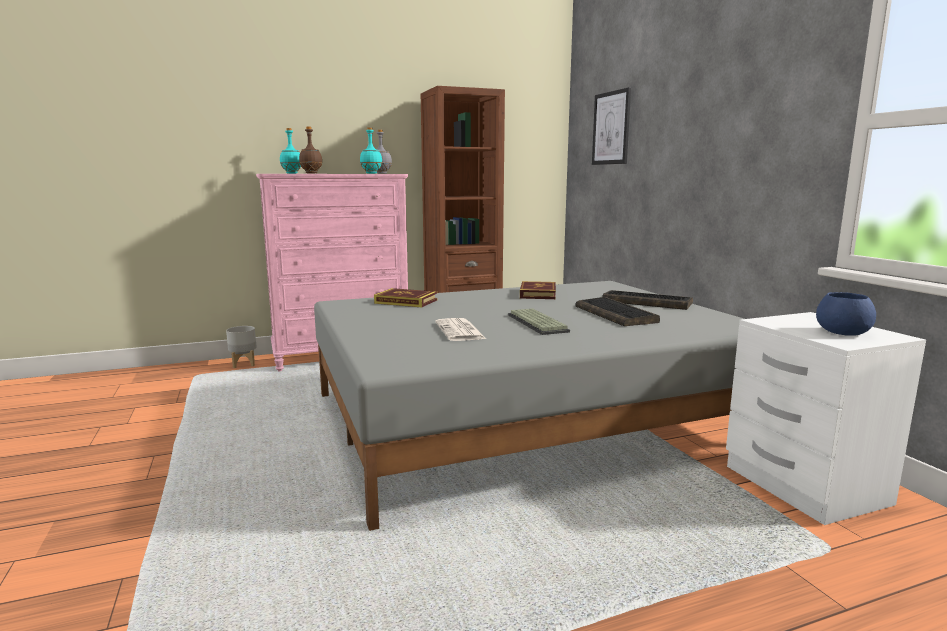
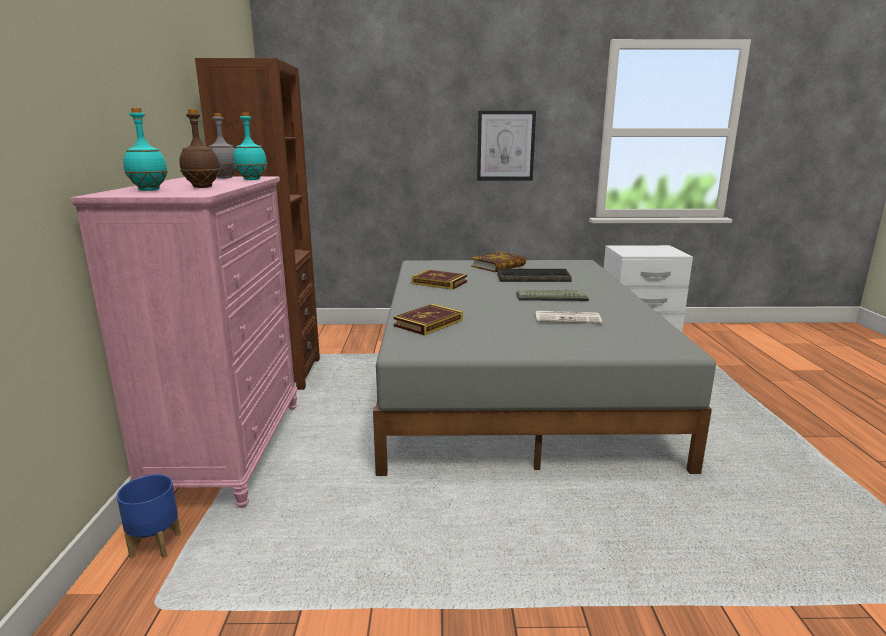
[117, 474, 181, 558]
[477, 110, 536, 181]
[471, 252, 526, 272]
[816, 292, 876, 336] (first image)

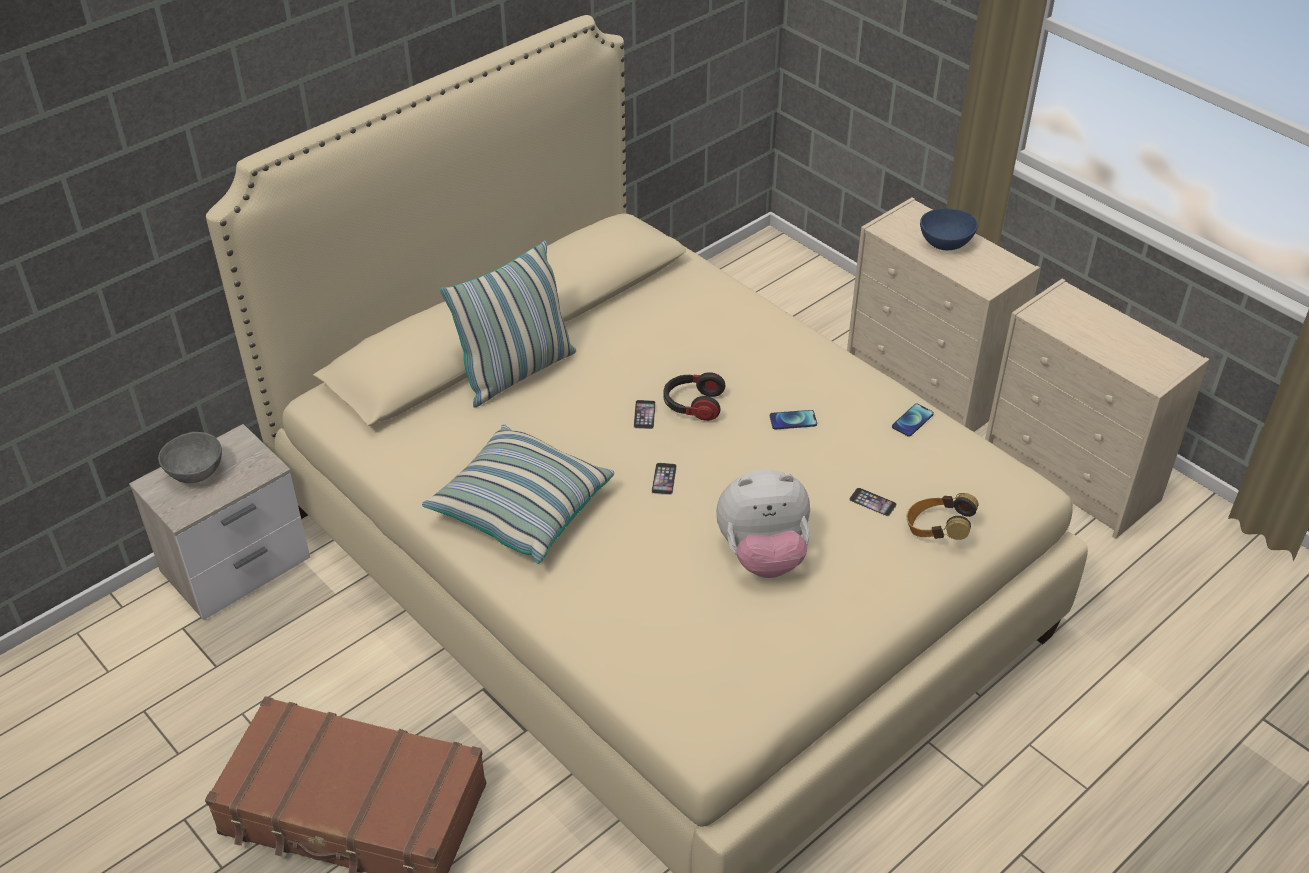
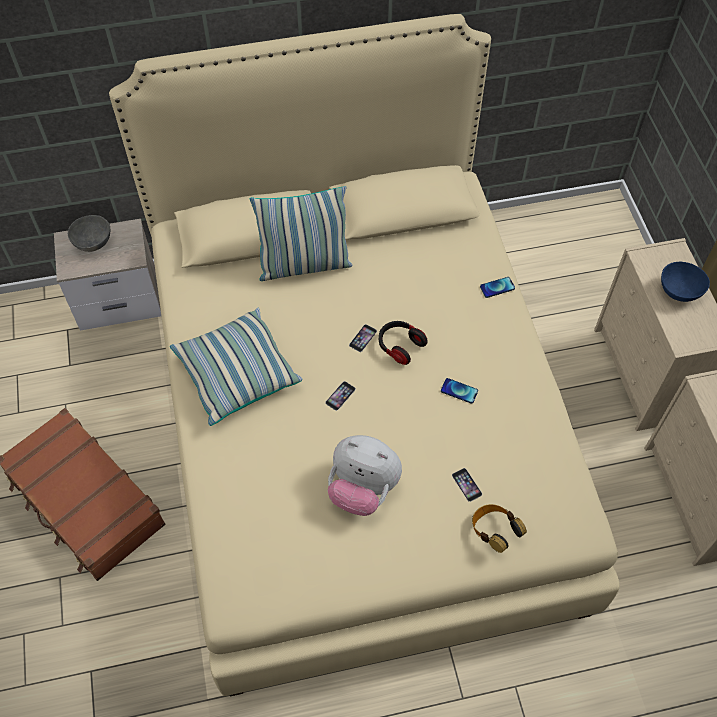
[480, 277, 515, 298]

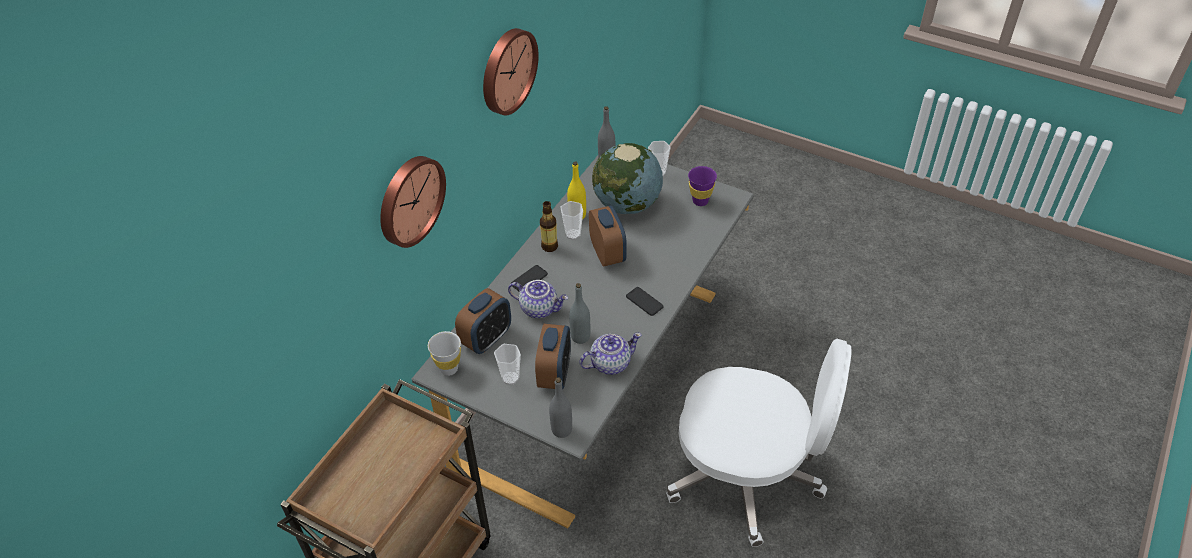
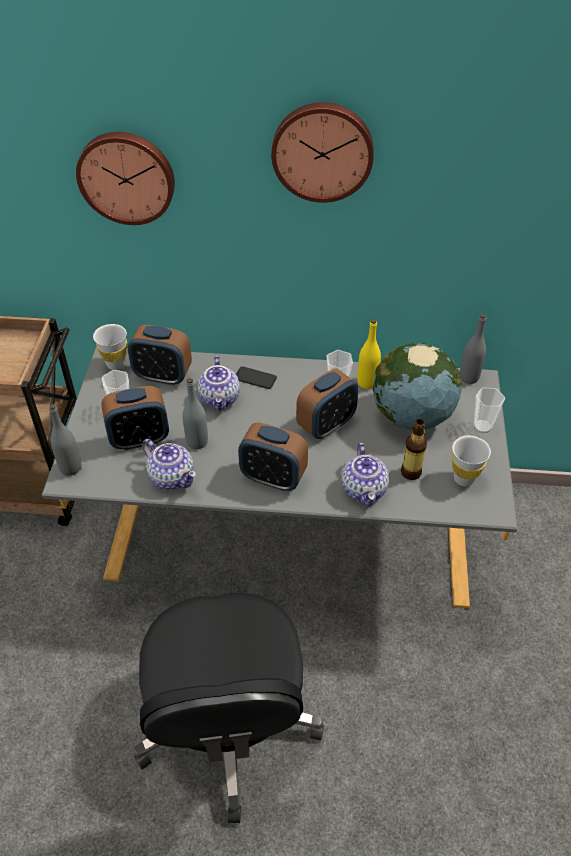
[401, 419, 427, 480]
[238, 422, 308, 491]
[134, 593, 324, 823]
[452, 436, 491, 486]
[342, 443, 389, 507]

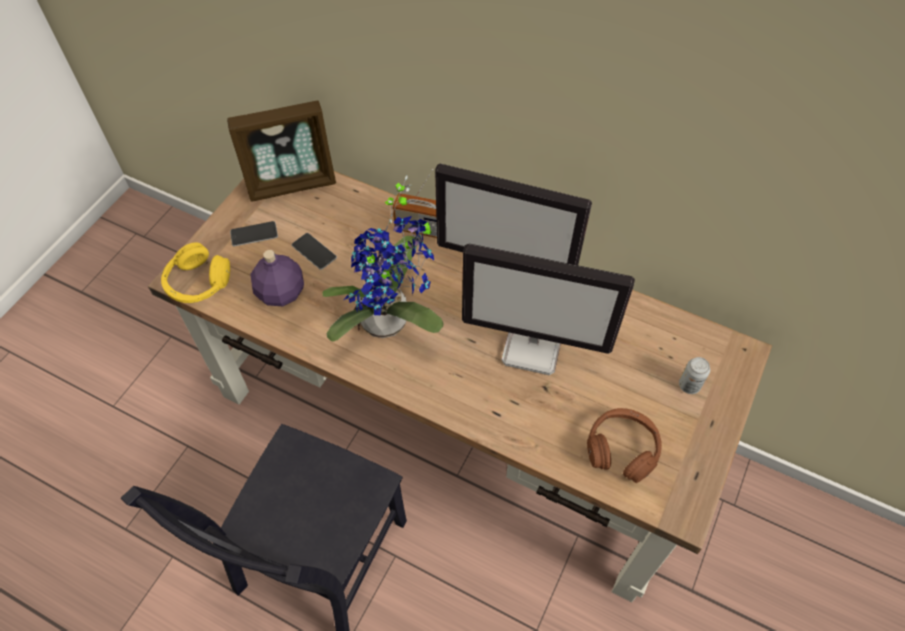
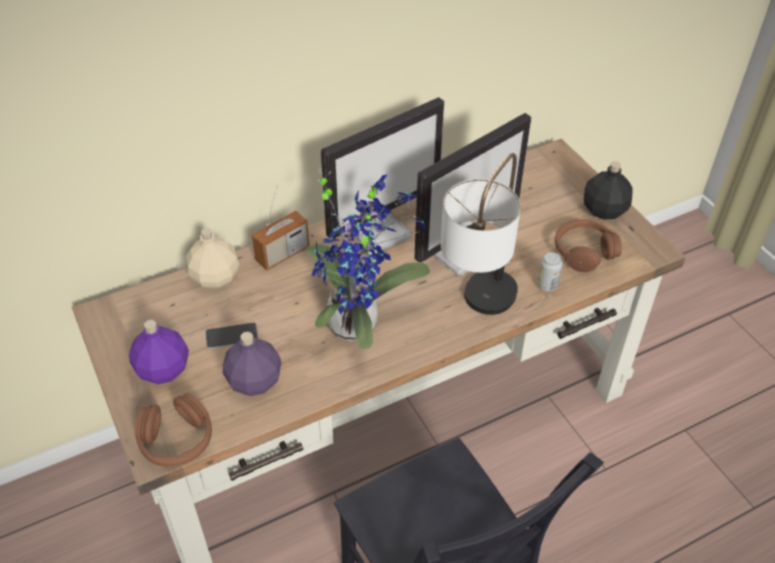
[135, 393, 212, 467]
[227, 101, 336, 202] (first image)
[129, 320, 189, 384]
[537, 252, 563, 291]
[186, 228, 239, 289]
[440, 153, 521, 315]
[584, 161, 633, 220]

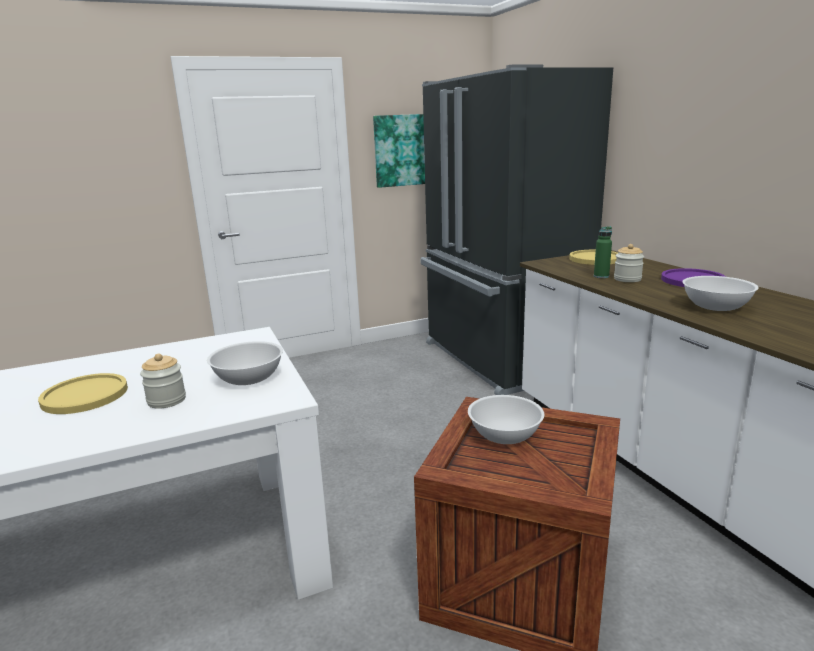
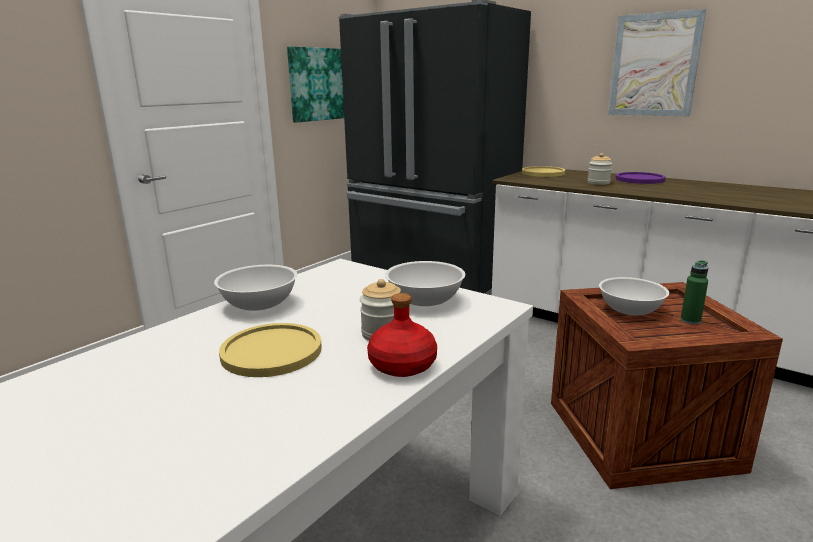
[681, 260, 708, 324]
[214, 265, 297, 311]
[367, 293, 437, 377]
[608, 9, 706, 116]

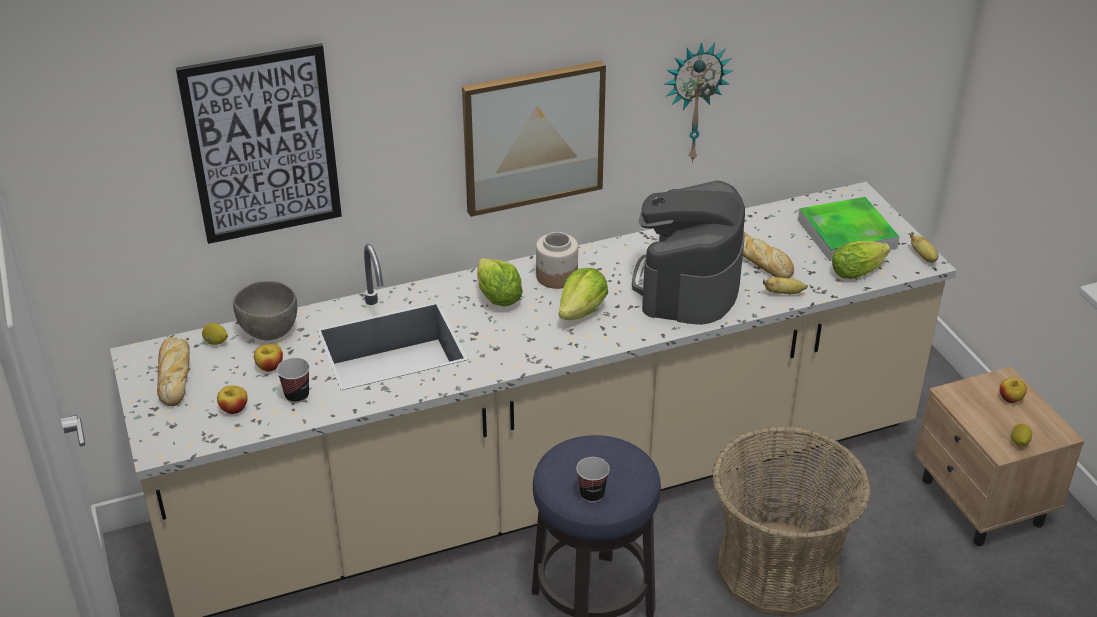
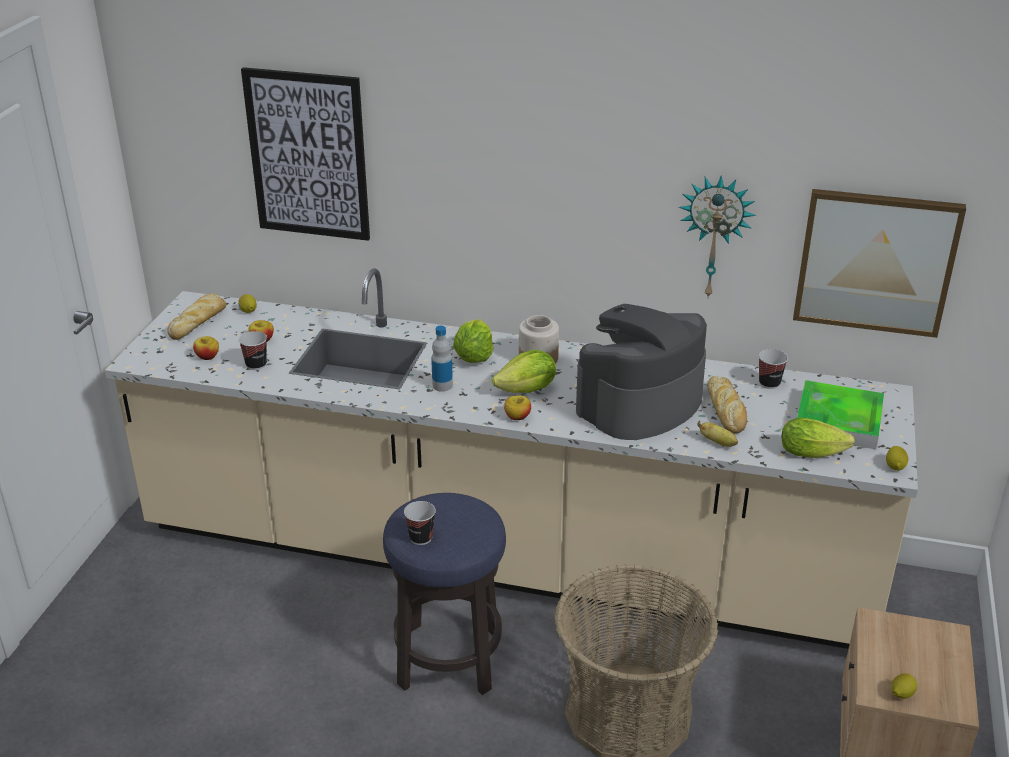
[233, 281, 297, 341] (first image)
[793, 189, 966, 338]
[886, 446, 908, 471]
[504, 395, 531, 420]
[431, 326, 453, 392]
[759, 349, 788, 389]

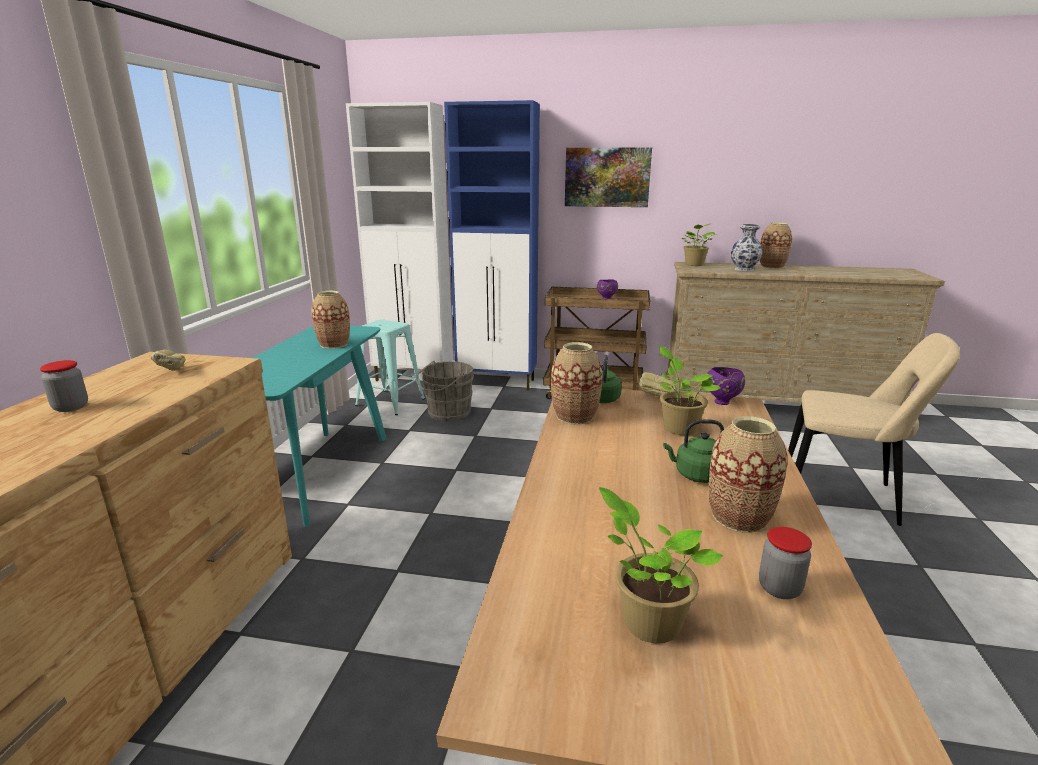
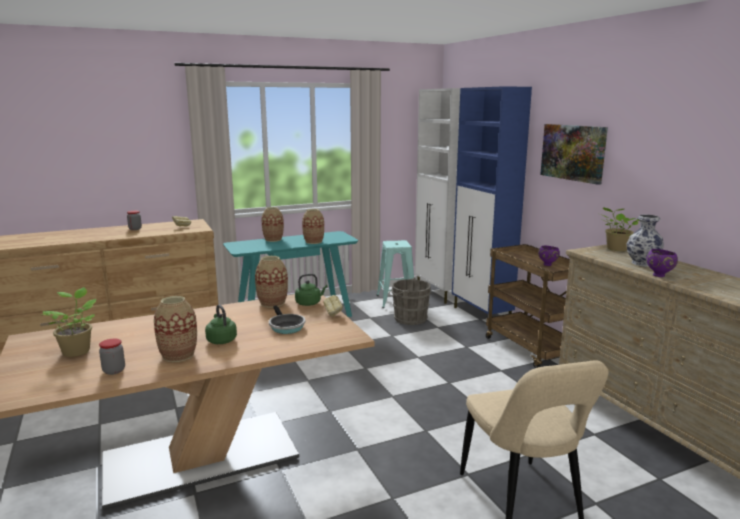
[269, 305, 305, 334]
[646, 249, 678, 277]
[262, 207, 284, 242]

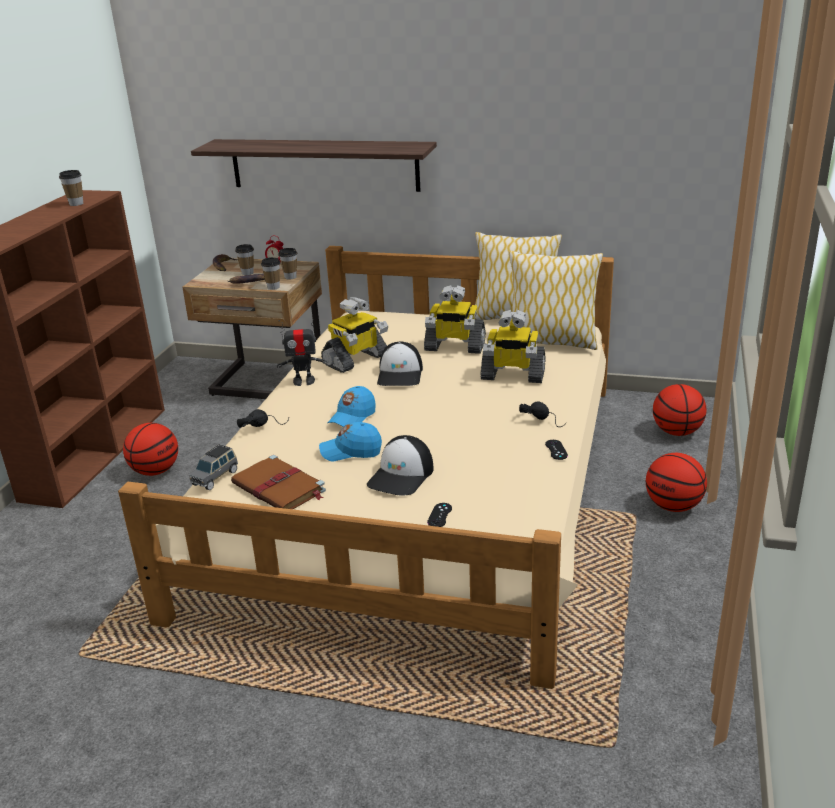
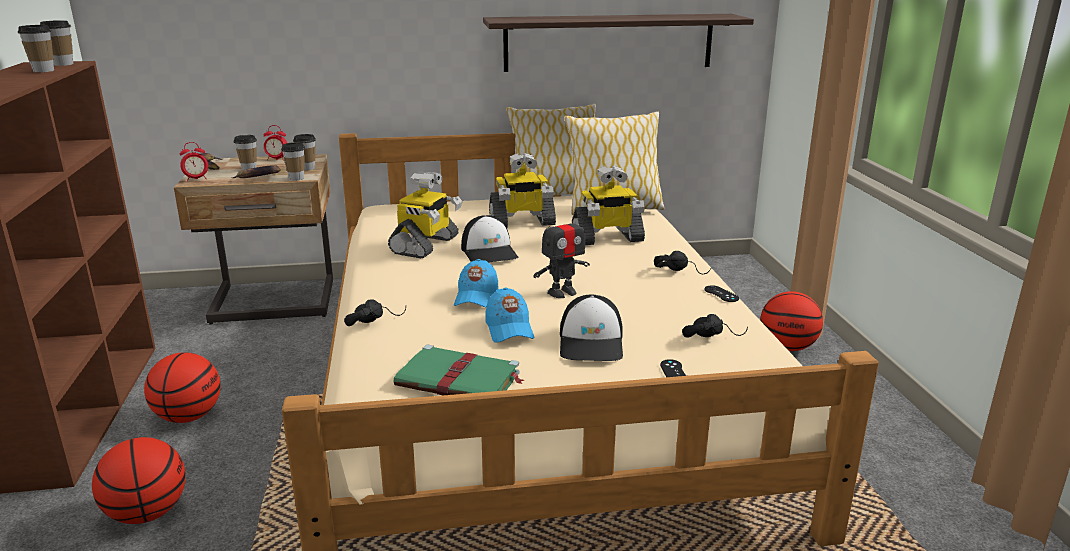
[190, 444, 238, 490] (first image)
[483, 14, 754, 72]
[393, 344, 524, 395]
[533, 209, 590, 298]
[485, 287, 534, 343]
[92, 437, 186, 524]
[40, 20, 73, 66]
[179, 142, 208, 181]
[682, 314, 748, 338]

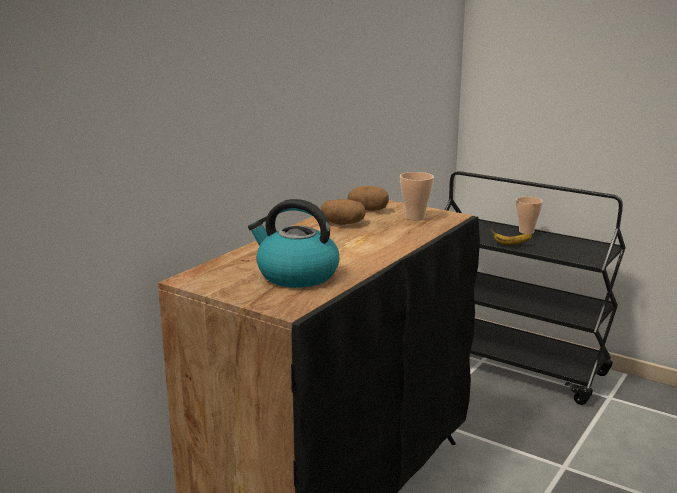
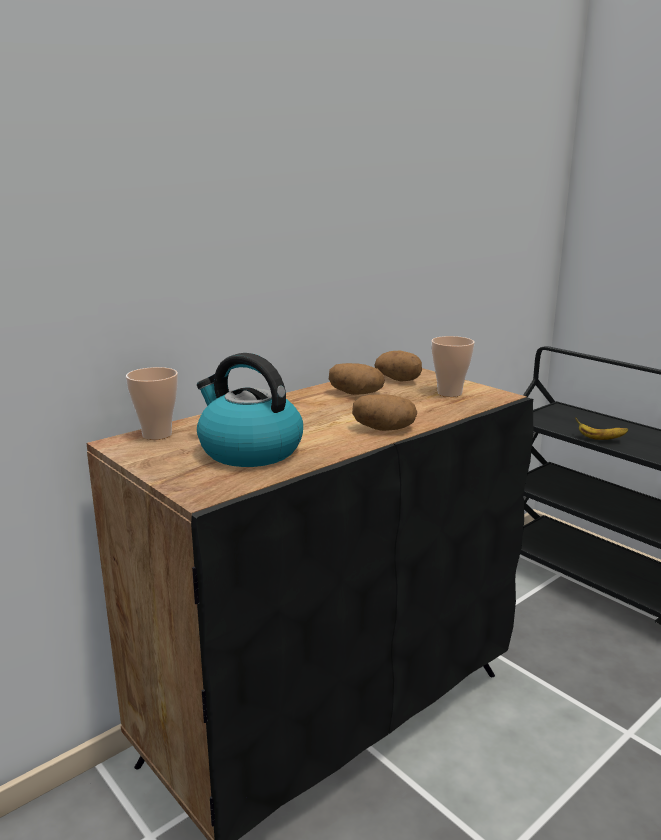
[126, 367, 178, 440]
[352, 394, 417, 431]

